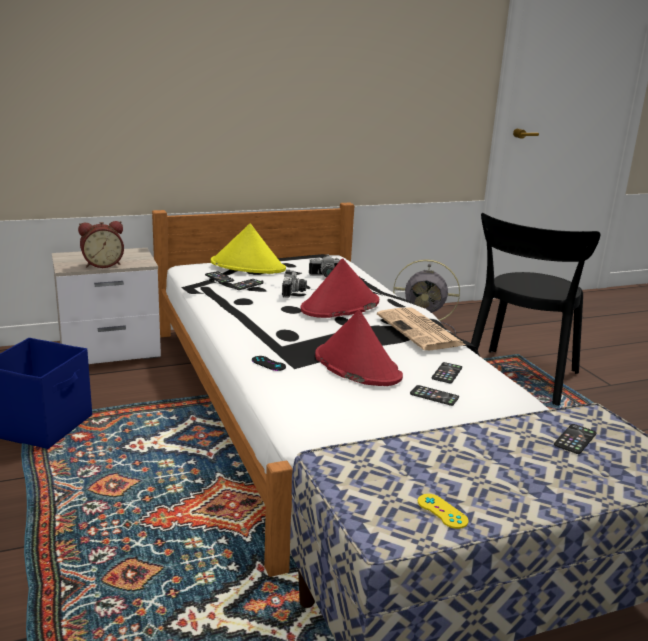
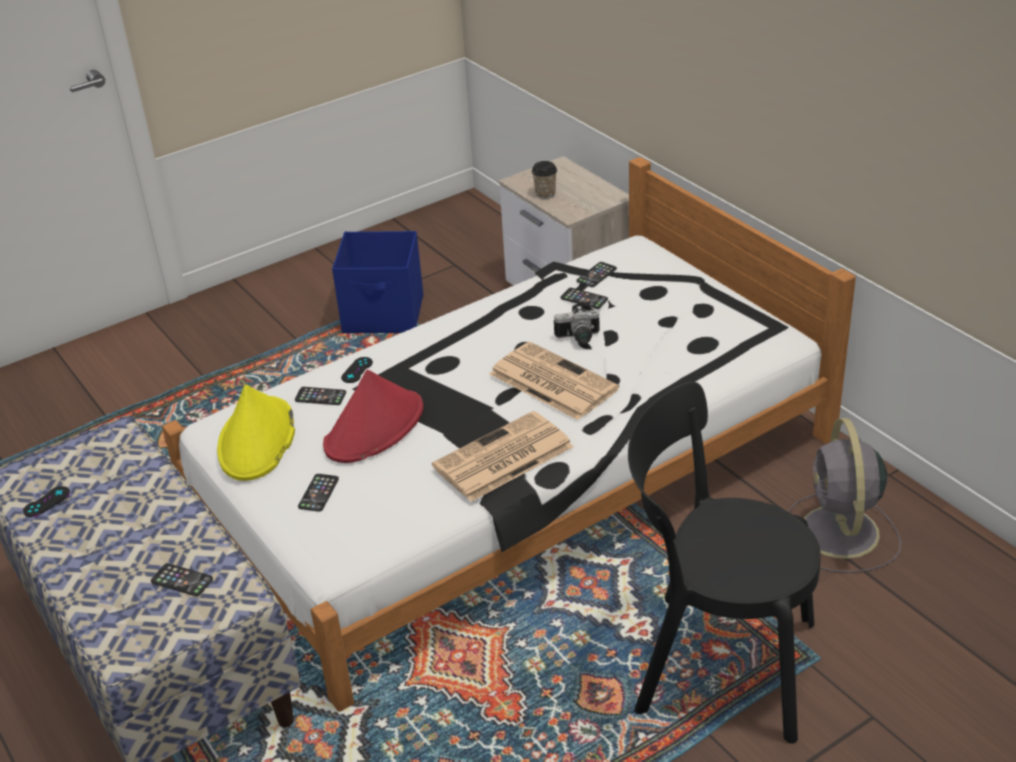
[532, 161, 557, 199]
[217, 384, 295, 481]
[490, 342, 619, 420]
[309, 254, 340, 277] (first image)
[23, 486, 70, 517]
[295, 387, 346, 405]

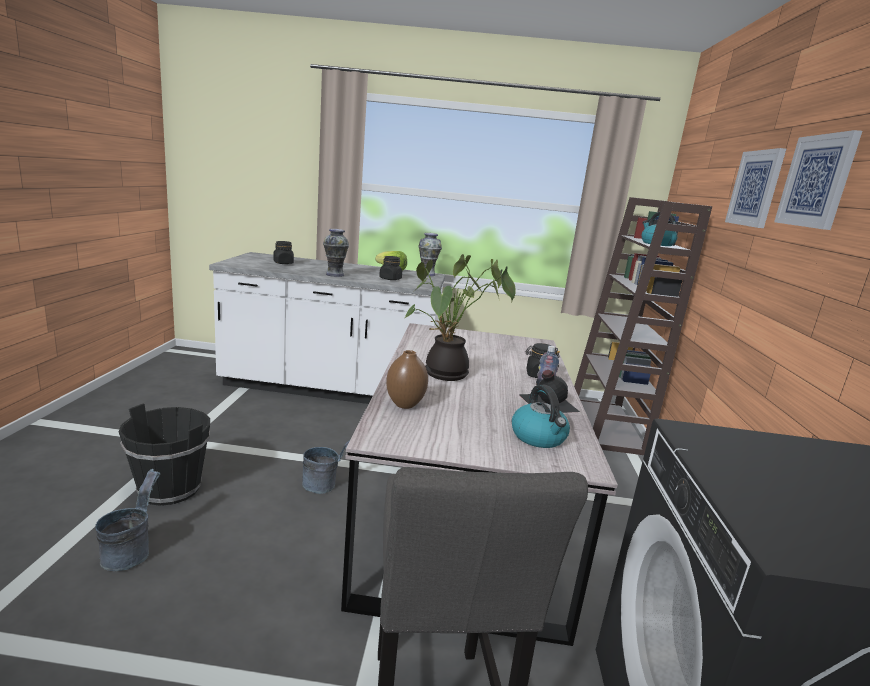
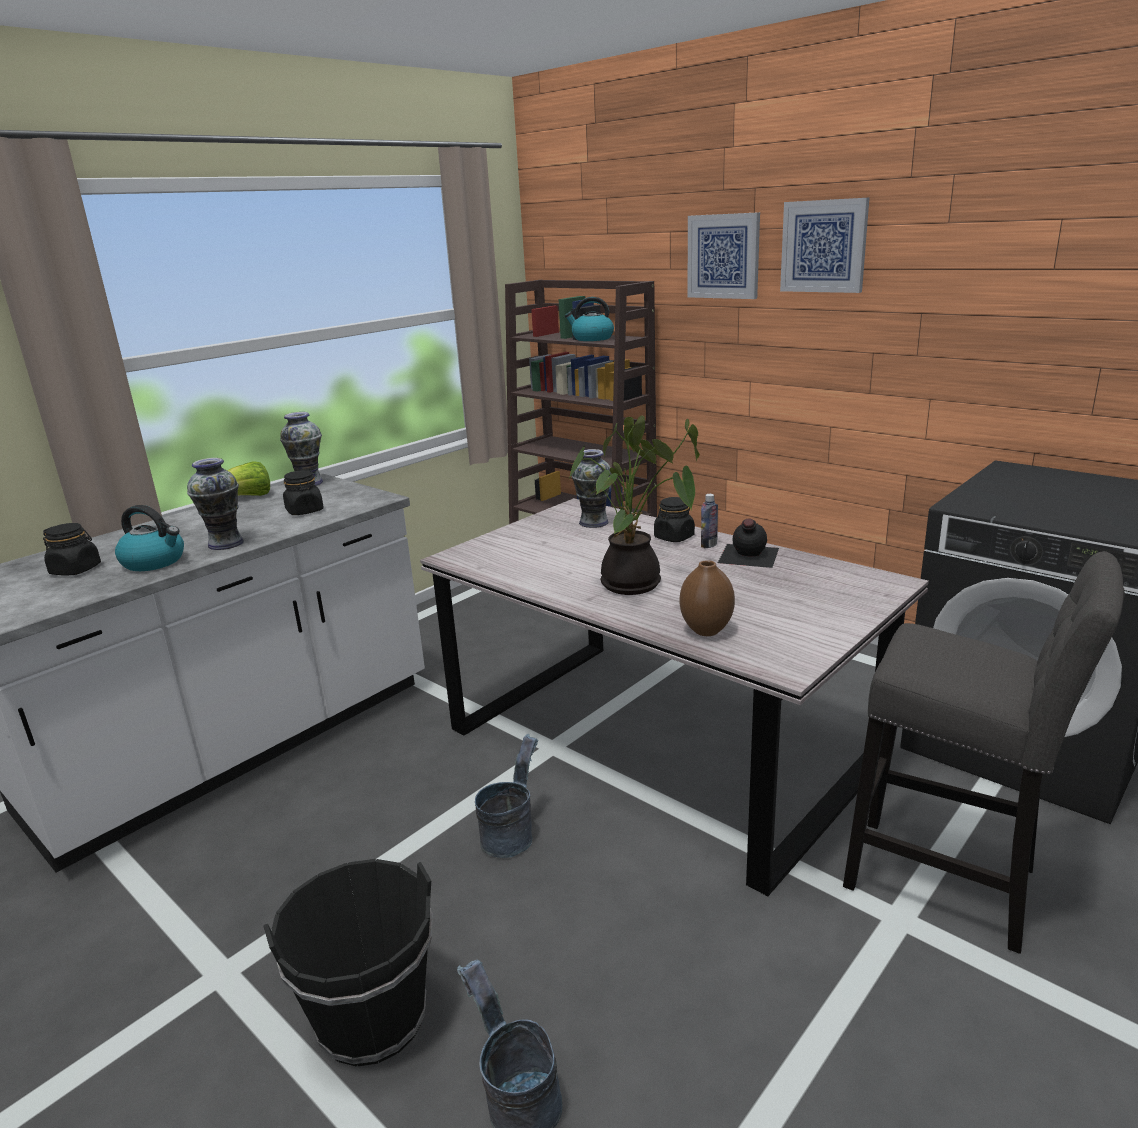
[115, 505, 184, 571]
[572, 449, 612, 528]

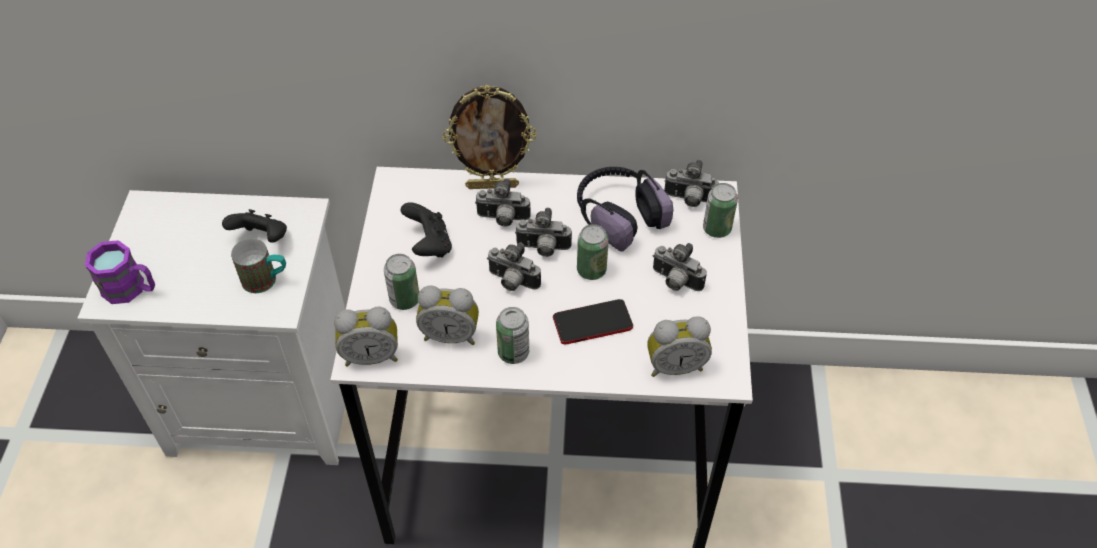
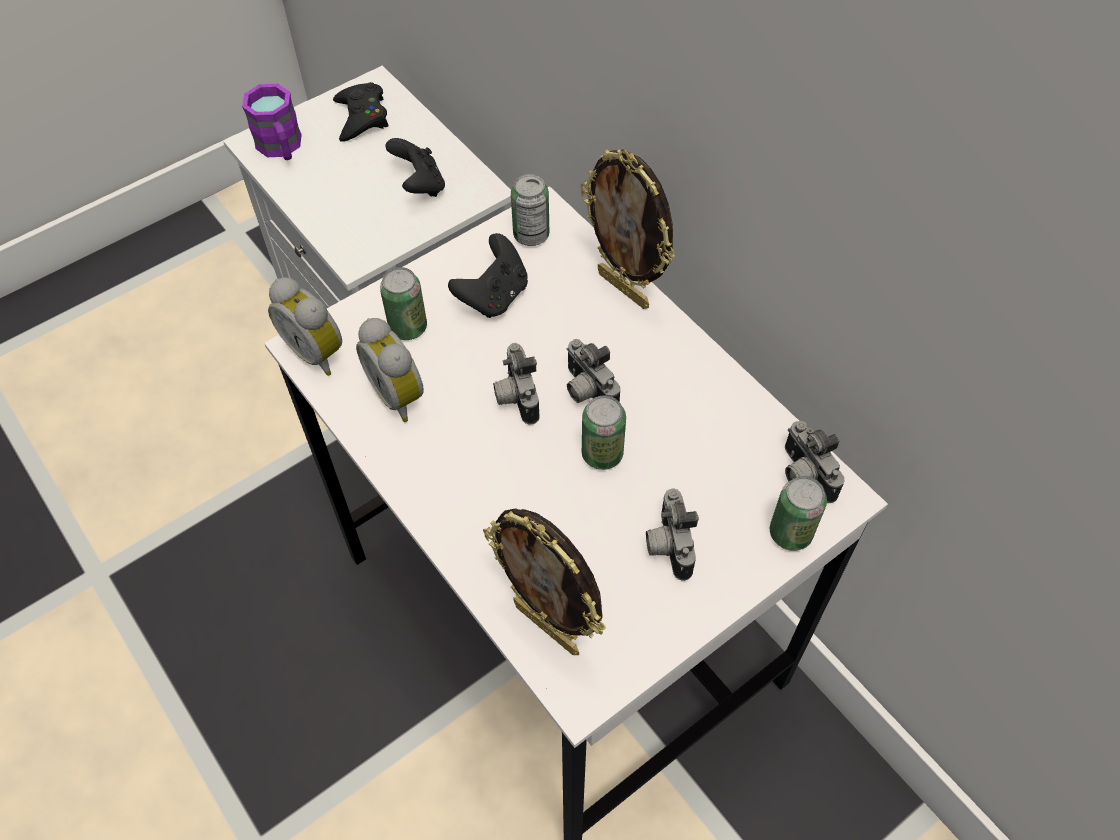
[231, 238, 286, 293] (first image)
[475, 178, 531, 227] (first image)
[511, 174, 549, 246]
[553, 299, 633, 344] (first image)
[577, 167, 673, 252] (first image)
[483, 508, 606, 655]
[333, 82, 389, 142]

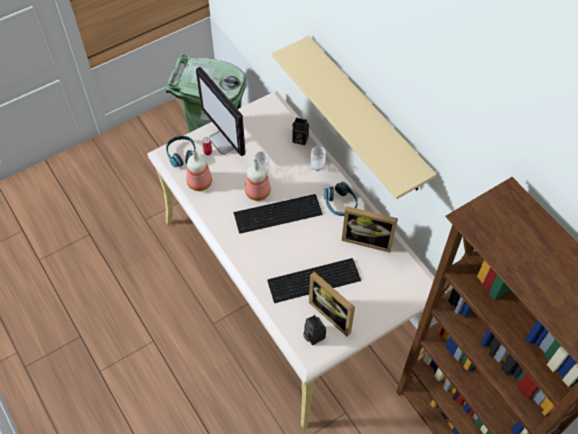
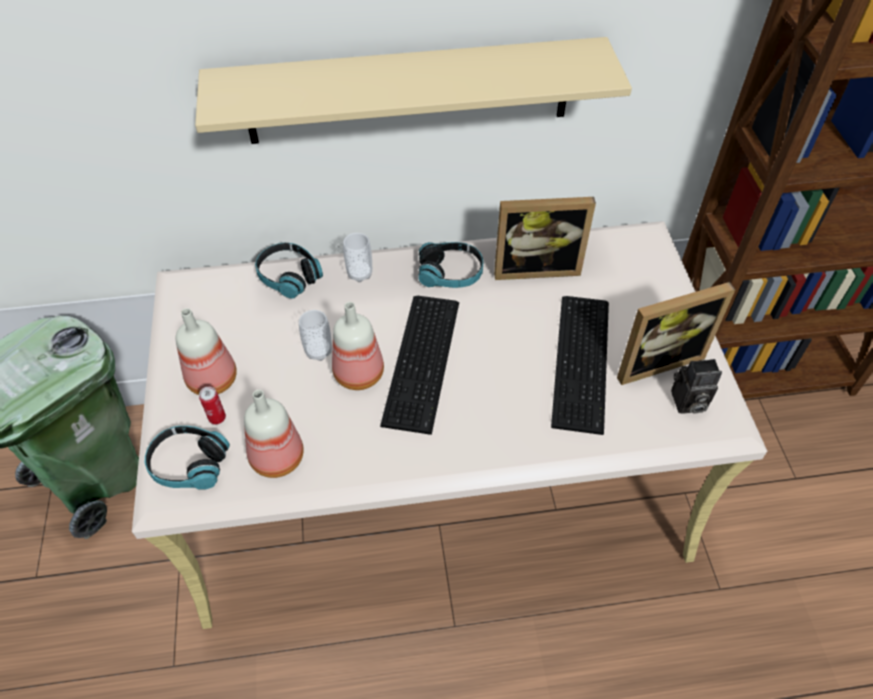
[176, 308, 237, 395]
[255, 243, 323, 298]
[494, 197, 596, 280]

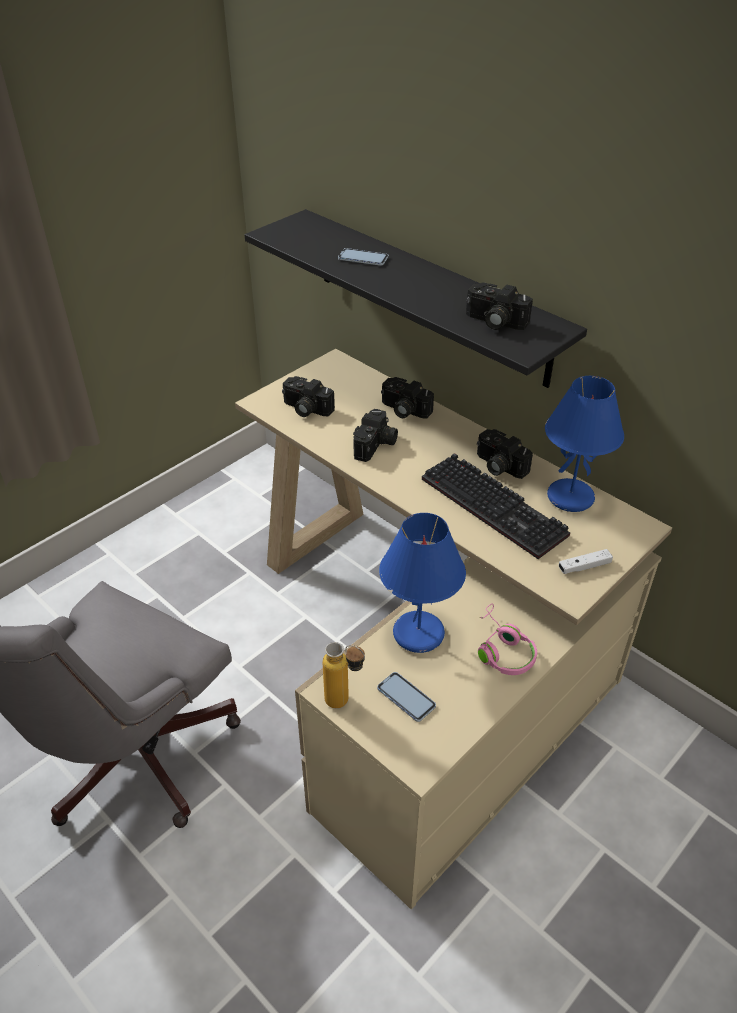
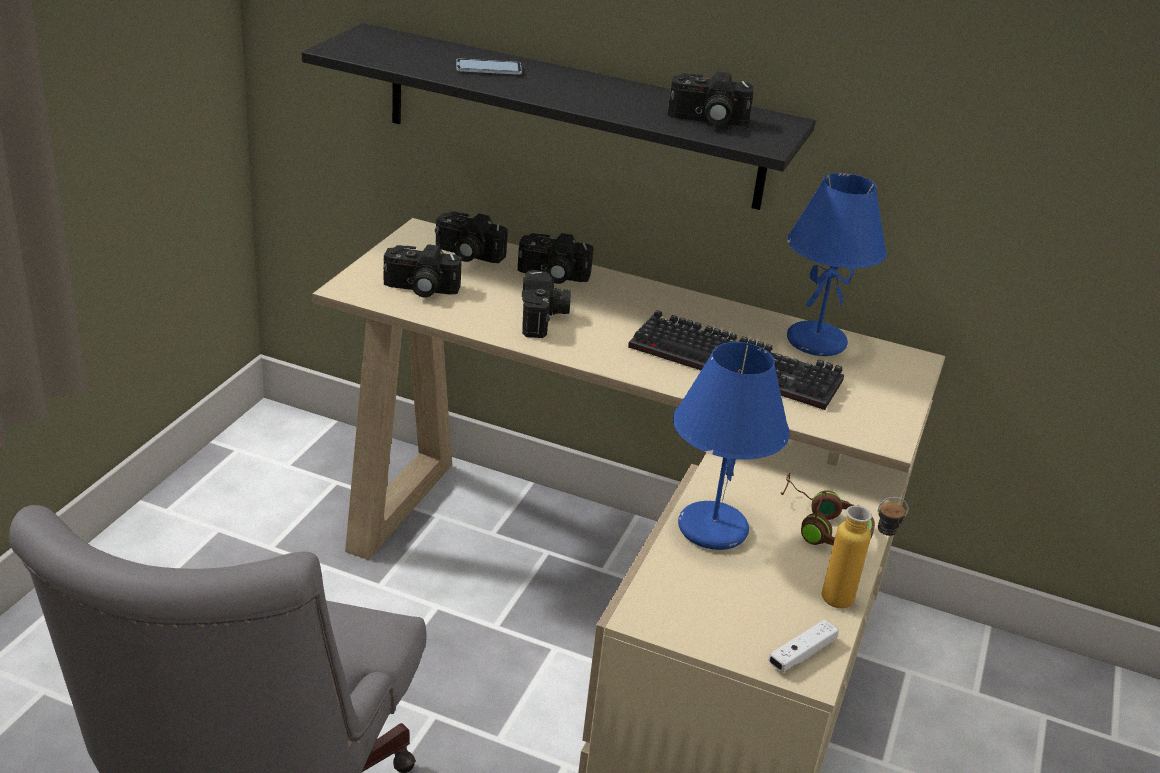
[822, 497, 908, 608]
[377, 672, 436, 722] (first image)
[435, 211, 508, 263]
[781, 473, 875, 545]
[768, 619, 839, 672]

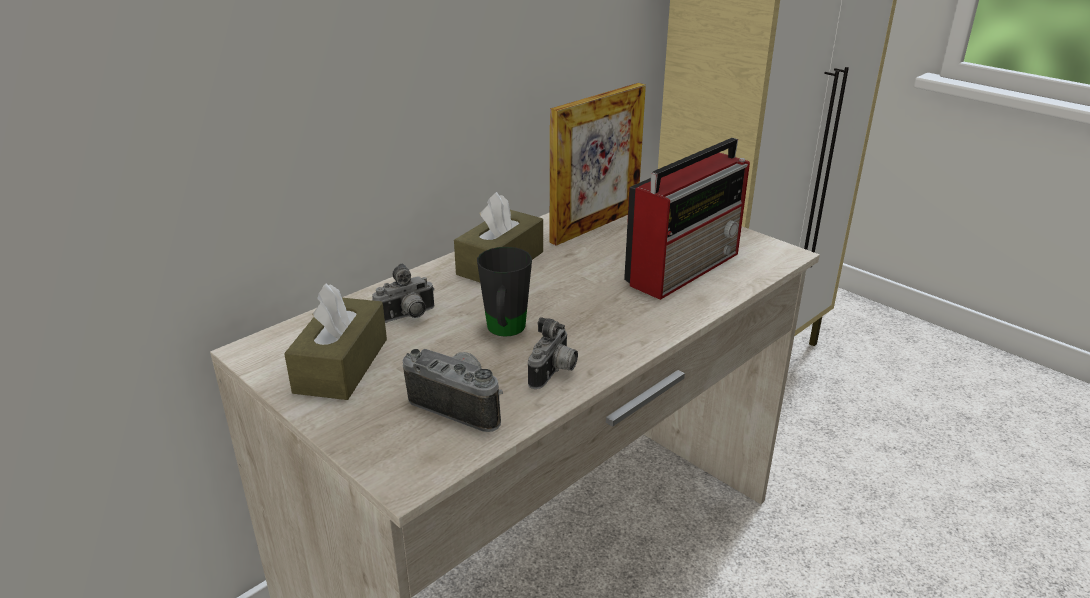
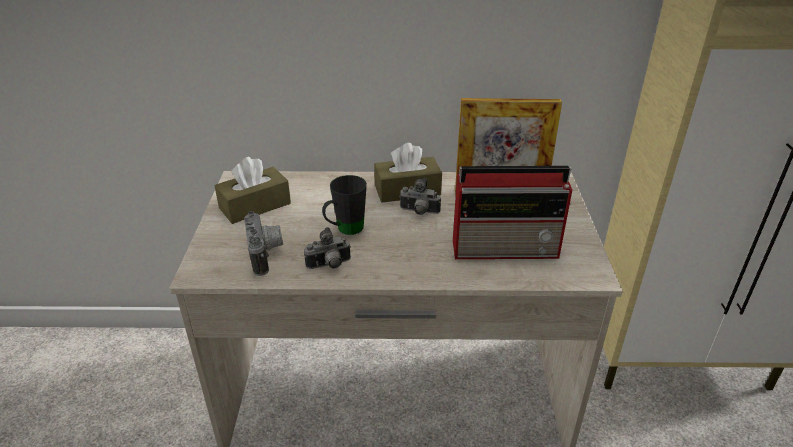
[399, 178, 441, 215]

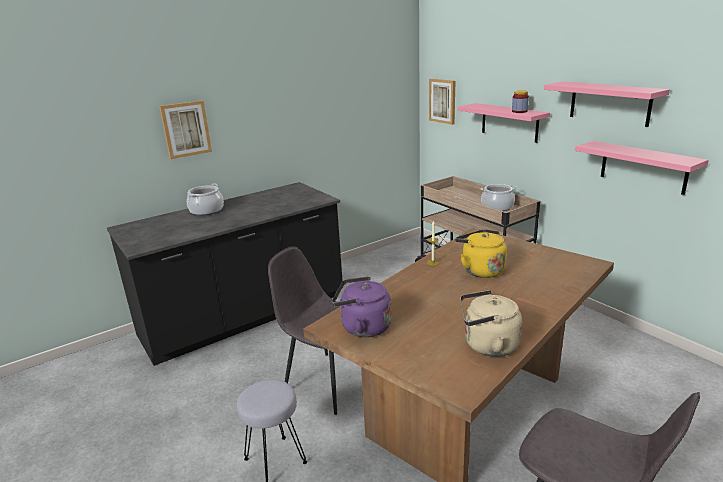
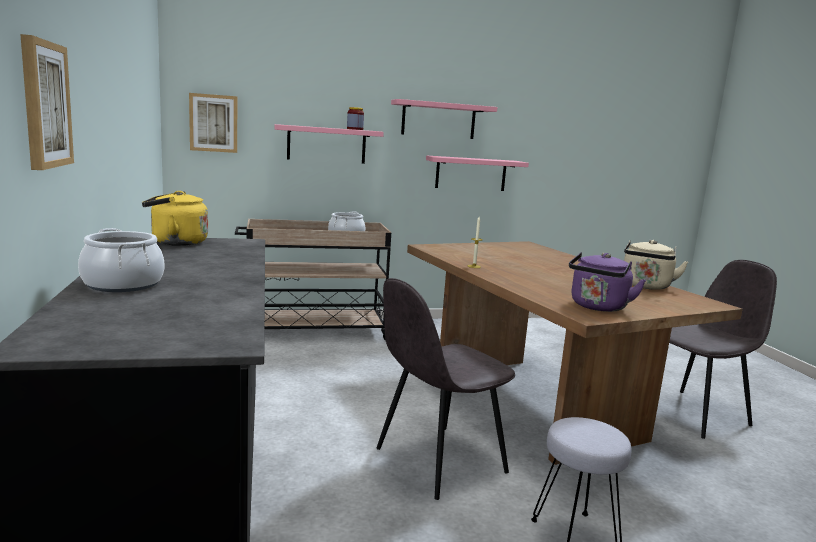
[142, 191, 208, 246]

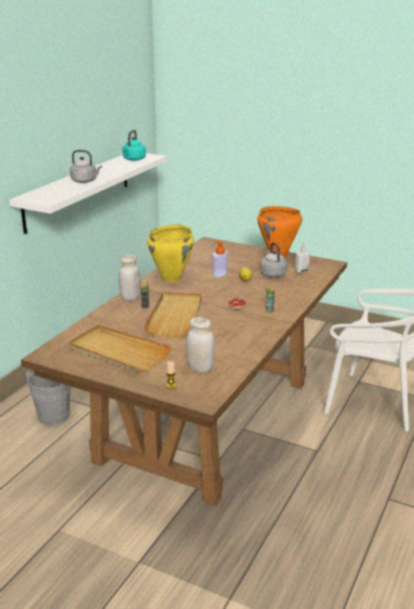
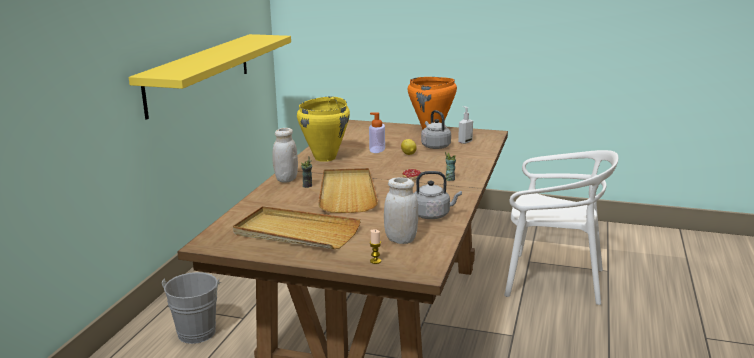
[129, 34, 291, 119]
[414, 171, 462, 219]
[122, 130, 146, 161] (first image)

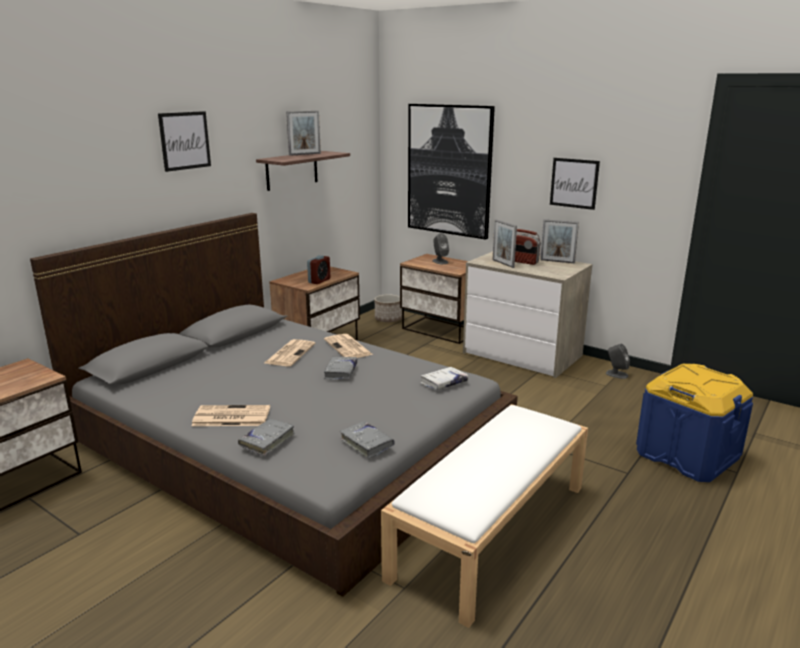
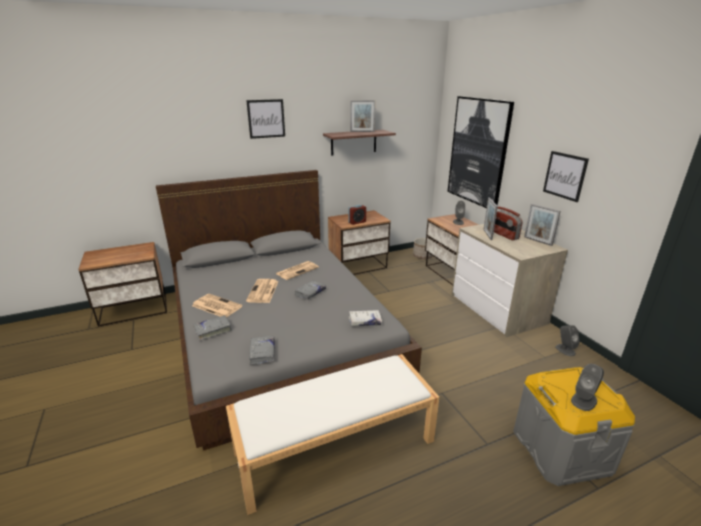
[246, 279, 278, 303]
[513, 367, 635, 486]
[571, 364, 604, 411]

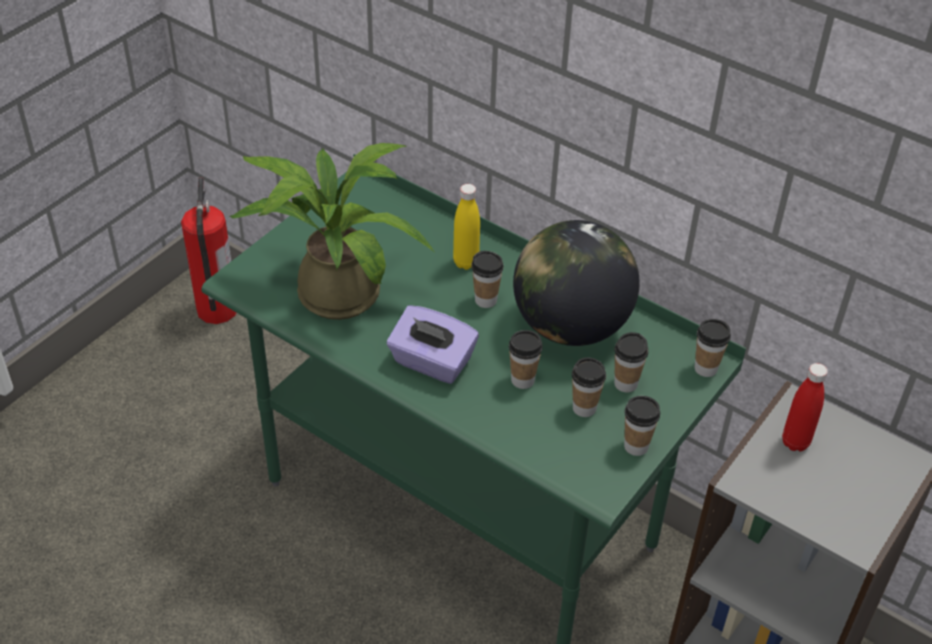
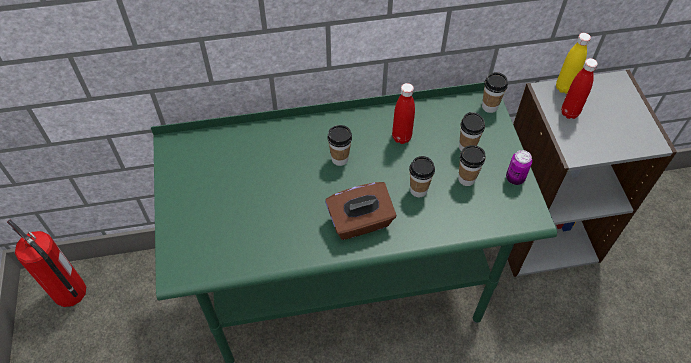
[230, 143, 435, 320] (first image)
[325, 182, 396, 240]
[556, 33, 591, 94]
[392, 83, 415, 144]
[506, 150, 532, 185]

